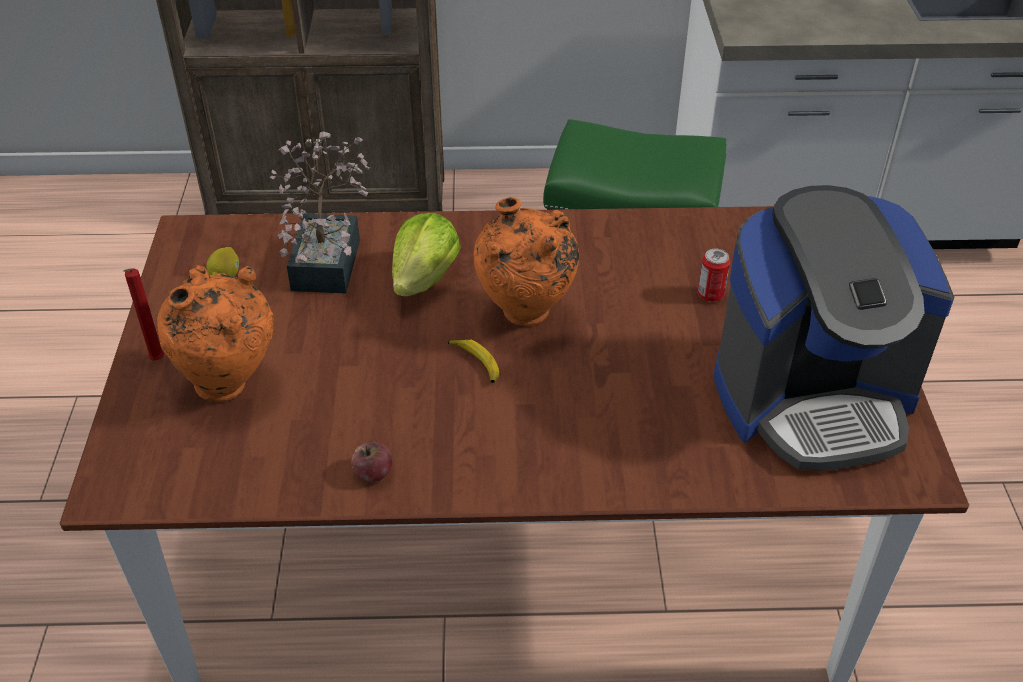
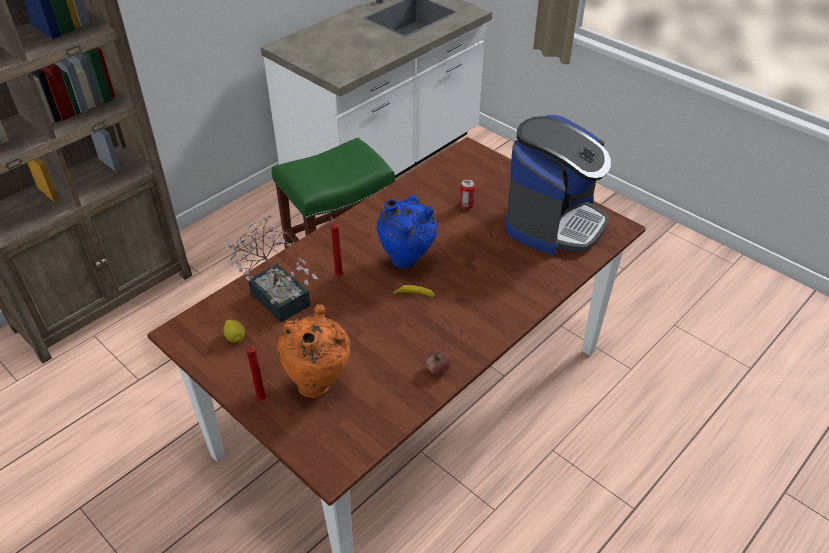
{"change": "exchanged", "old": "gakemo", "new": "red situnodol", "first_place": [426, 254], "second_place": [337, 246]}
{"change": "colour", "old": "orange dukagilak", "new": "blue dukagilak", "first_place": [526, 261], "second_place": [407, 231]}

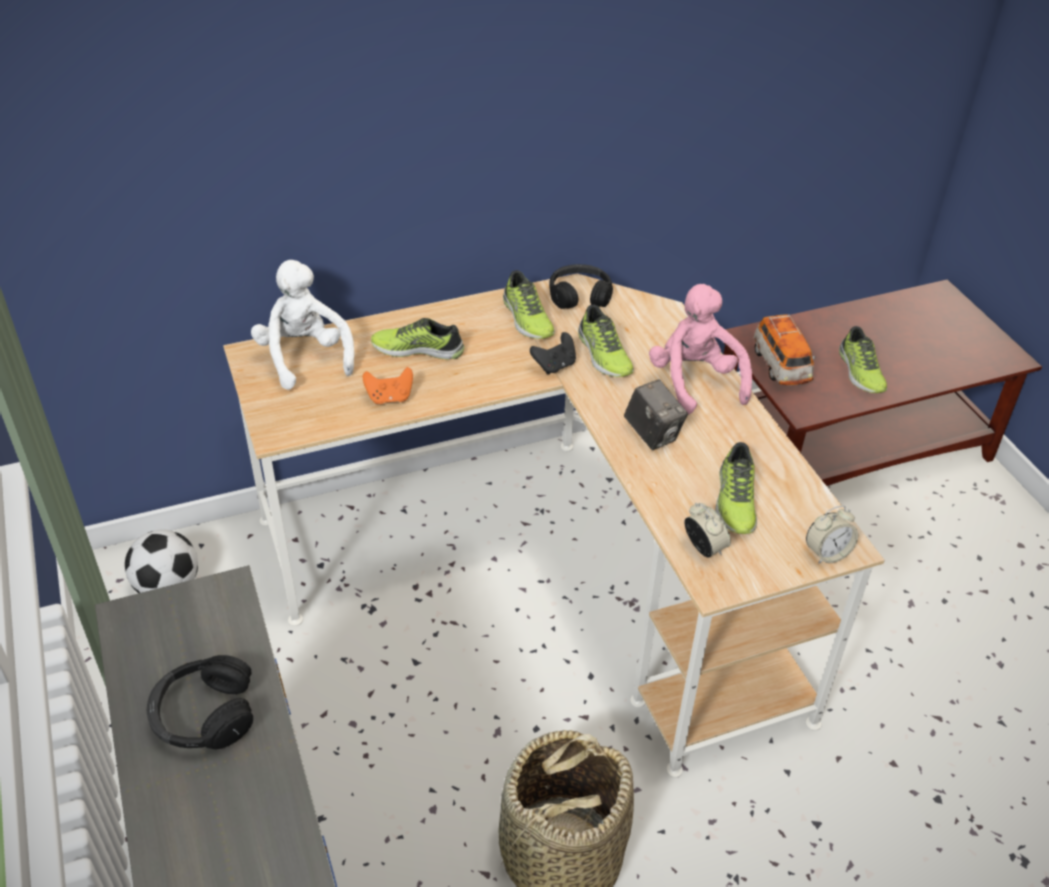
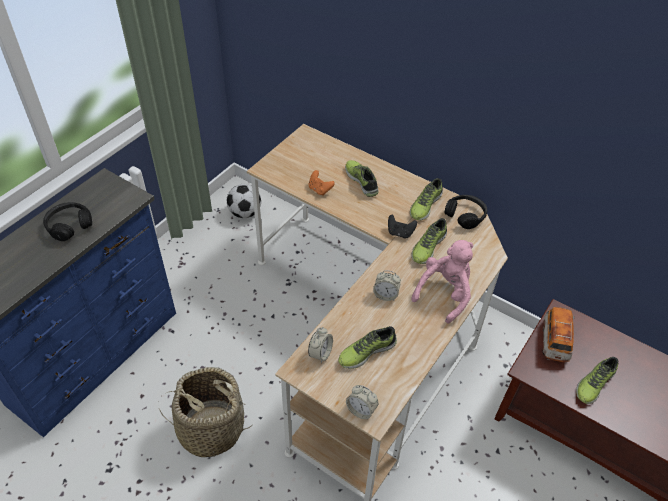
{"change": "missing", "old": "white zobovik", "first_place": [302, 325]}
{"change": "exchanged", "old": "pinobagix", "new": "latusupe", "first_place": [656, 414], "second_place": [387, 285]}
{"change": "spun", "old": "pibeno", "first_place": [784, 349], "second_place": [558, 334], "degrees": 150}

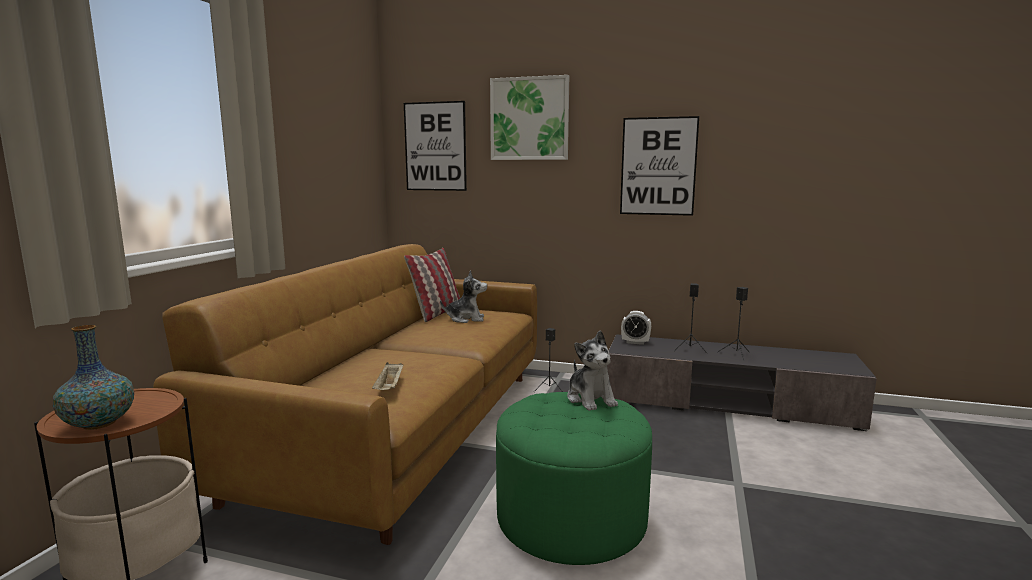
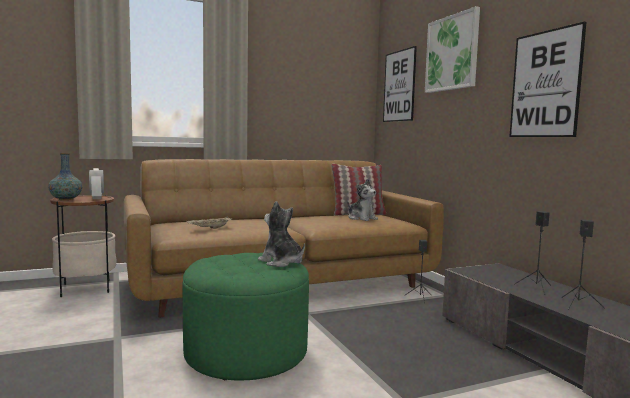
{"change": "spun", "old": "zobovik", "first_place": [592, 370], "second_place": [281, 234], "degrees": 105}
{"change": "relocated", "old": "latusupe", "first_place": [636, 328], "second_place": [96, 183]}

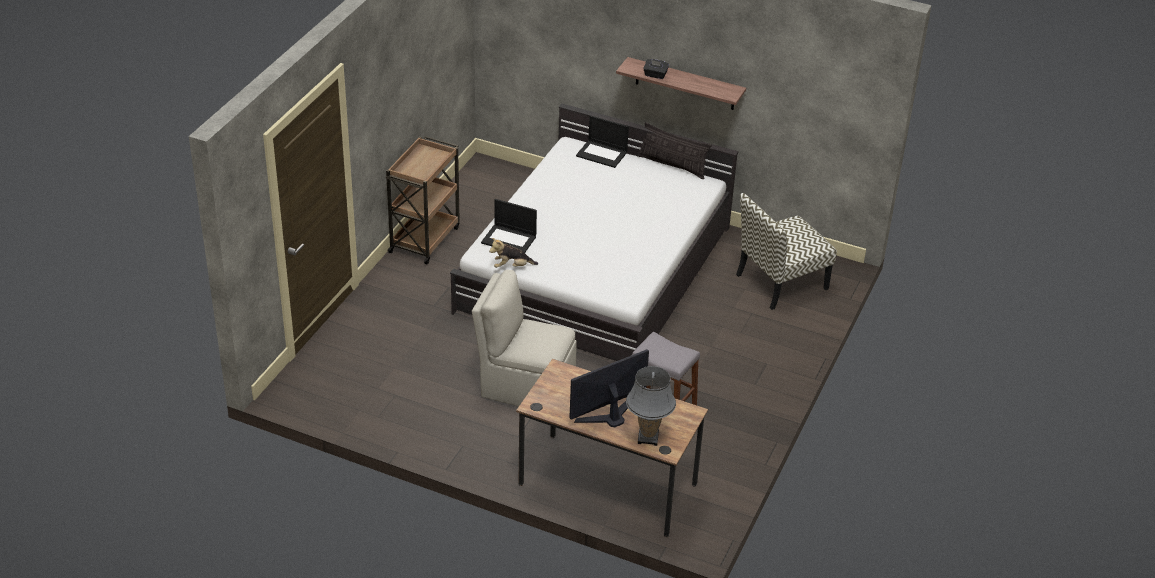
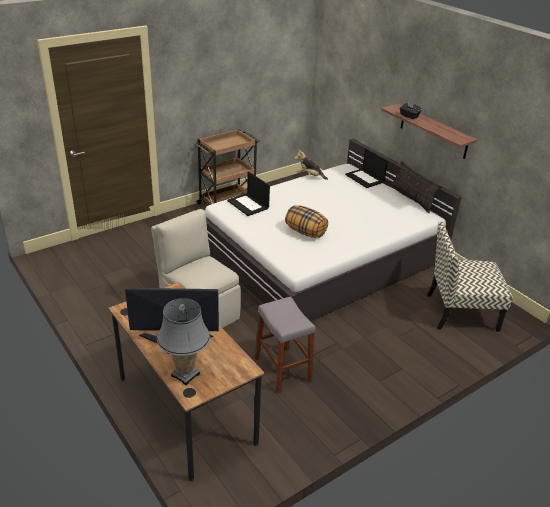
{"change": "relocated", "old": "zobovik", "first_place": [513, 253], "second_place": [311, 164]}
{"change": "appeared", "new": "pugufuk", "second_place": [306, 221]}

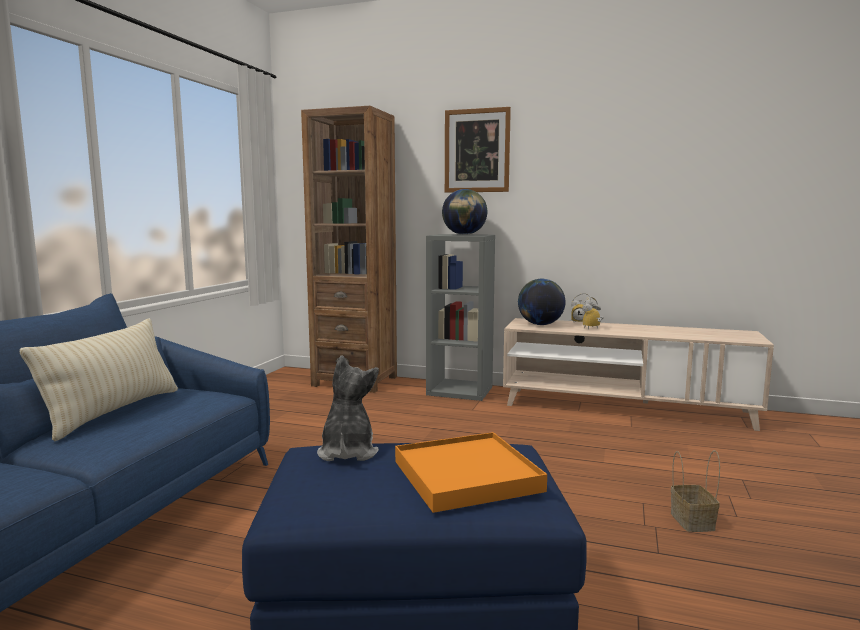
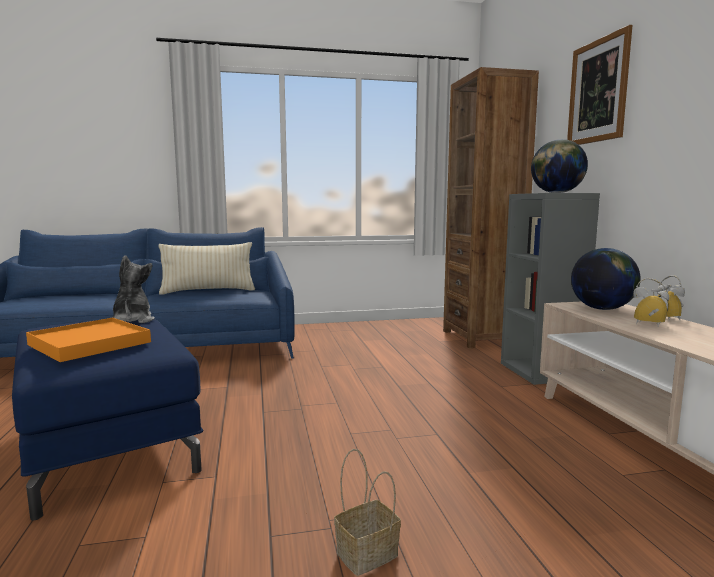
{"change": "spun", "old": "zobovik", "first_place": [348, 408], "second_place": [134, 289], "degrees": -75}

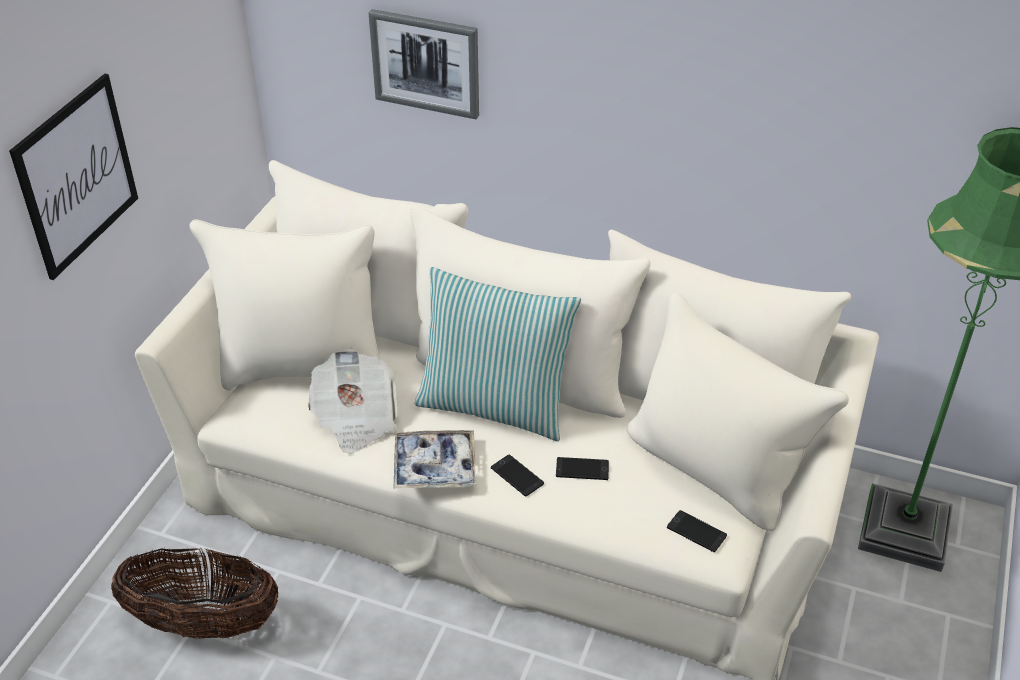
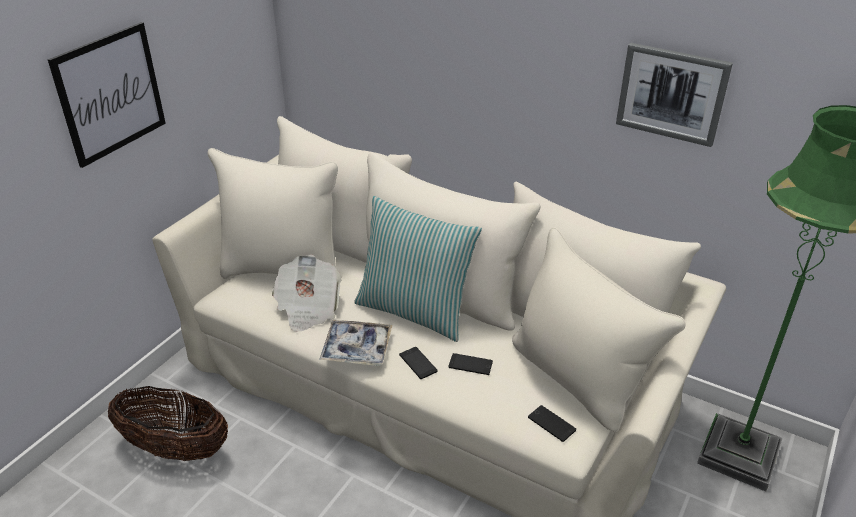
{"change": "relocated", "old": "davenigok", "first_place": [423, 64], "second_place": [674, 95]}

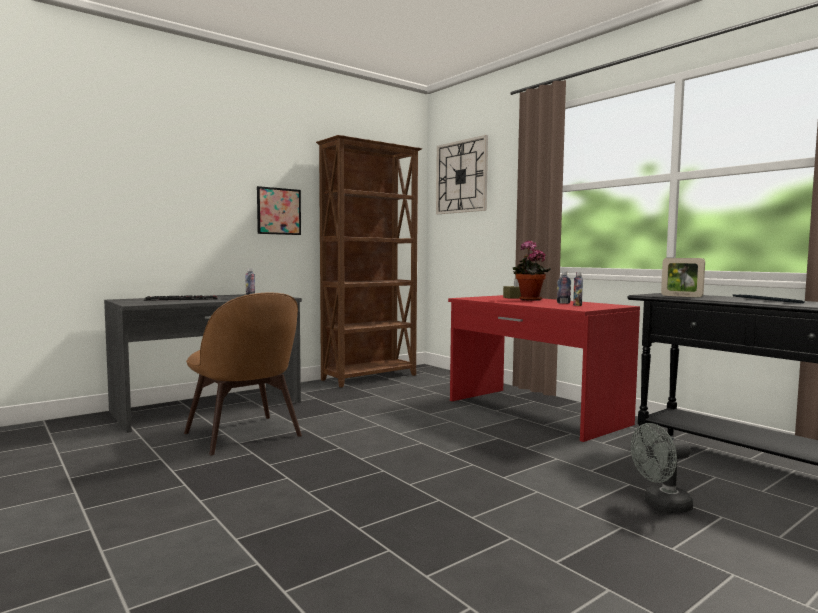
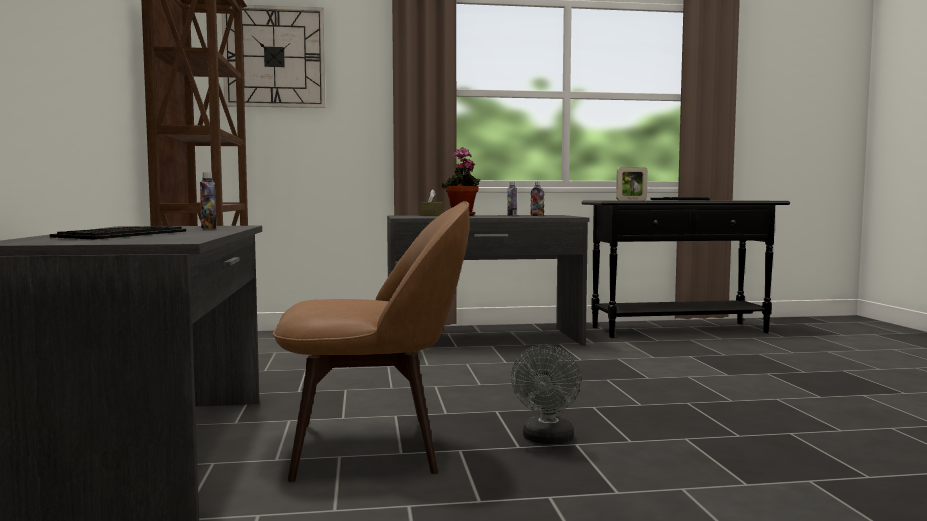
{"change": "missing", "old": "davenigok", "first_place": [279, 210]}
{"change": "colour", "old": "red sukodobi", "new": "grey sukodobi", "first_place": [544, 368], "second_place": [488, 280]}
{"change": "relocated", "old": "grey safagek", "first_place": [662, 468], "second_place": [546, 394]}

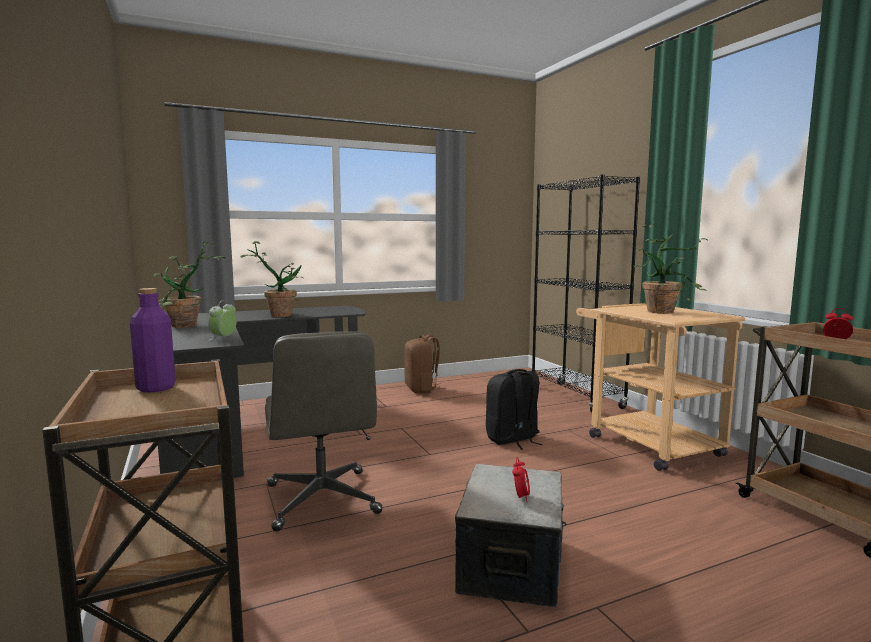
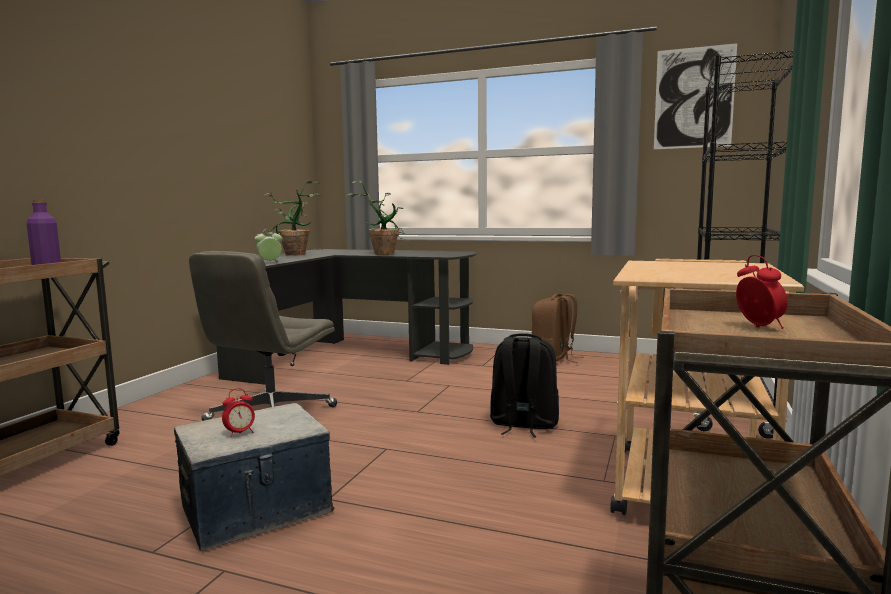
{"change": "missing", "old": "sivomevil", "first_place": [671, 269]}
{"change": "appeared", "new": "davenigok", "second_place": [695, 96]}

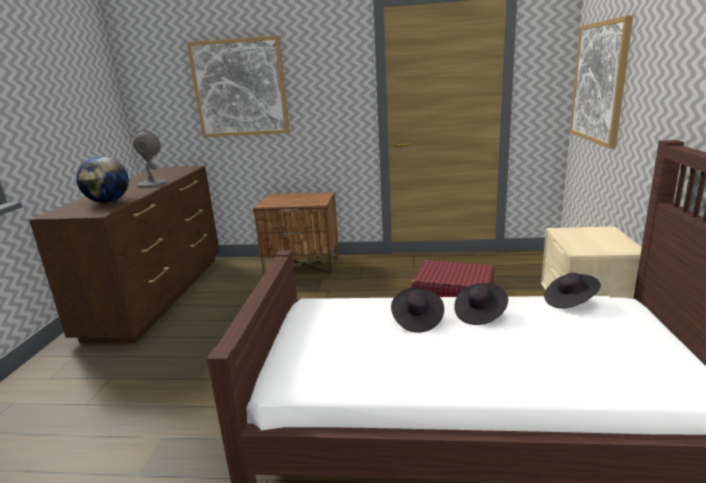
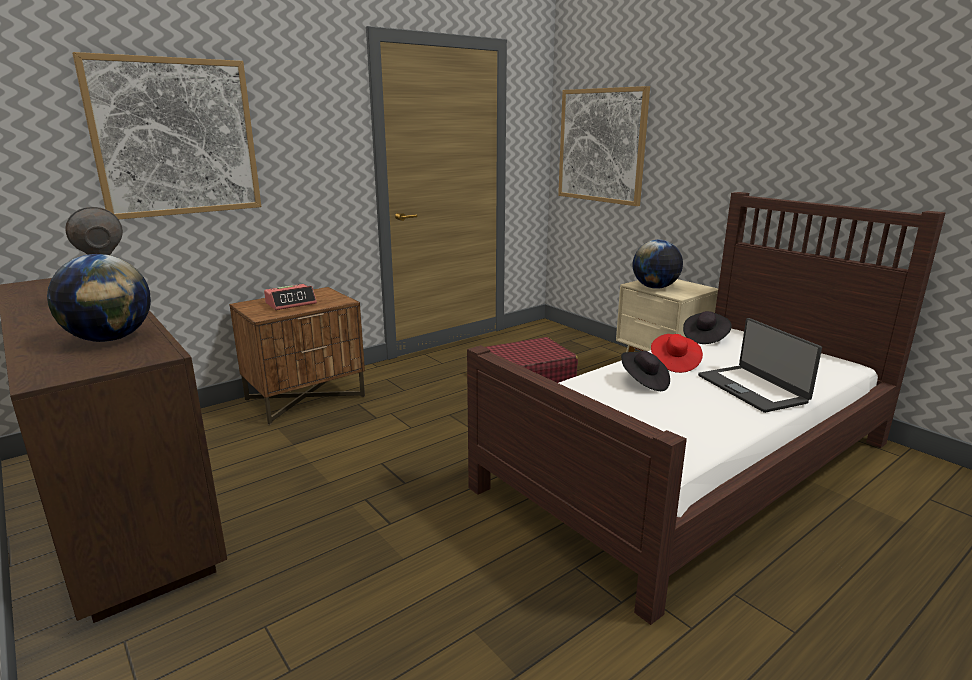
{"change": "colour", "old": "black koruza", "new": "red koruza", "first_place": [481, 304], "second_place": [677, 353]}
{"change": "appeared", "new": "latusupe", "second_place": [290, 297]}
{"change": "appeared", "new": "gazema", "second_place": [658, 264]}
{"change": "appeared", "new": "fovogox", "second_place": [760, 365]}

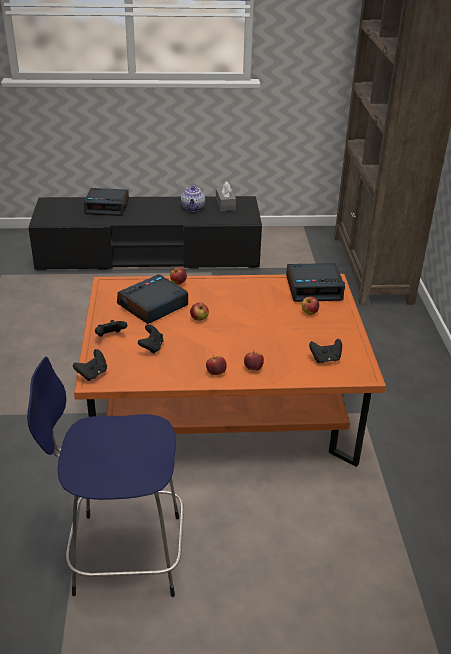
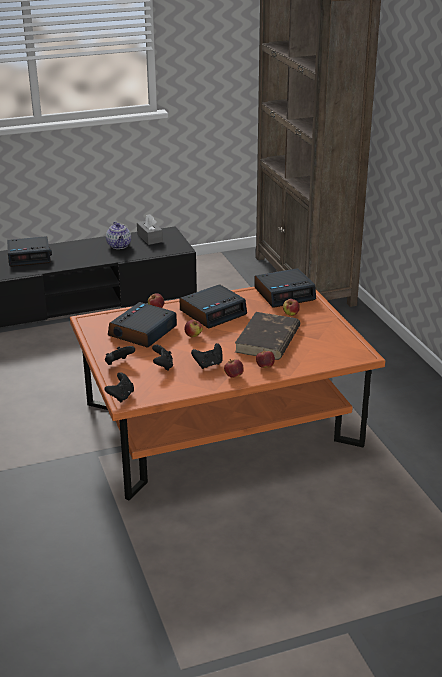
{"change": "missing", "old": "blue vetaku", "first_place": [105, 477]}
{"change": "relocated", "old": "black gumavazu", "first_place": [325, 351], "second_place": [207, 356]}
{"change": "appeared", "new": "latusupe", "second_place": [213, 306]}
{"change": "appeared", "new": "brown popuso", "second_place": [267, 336]}

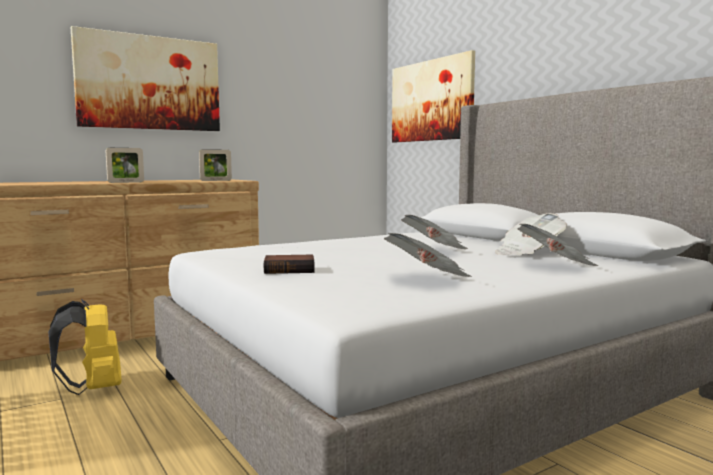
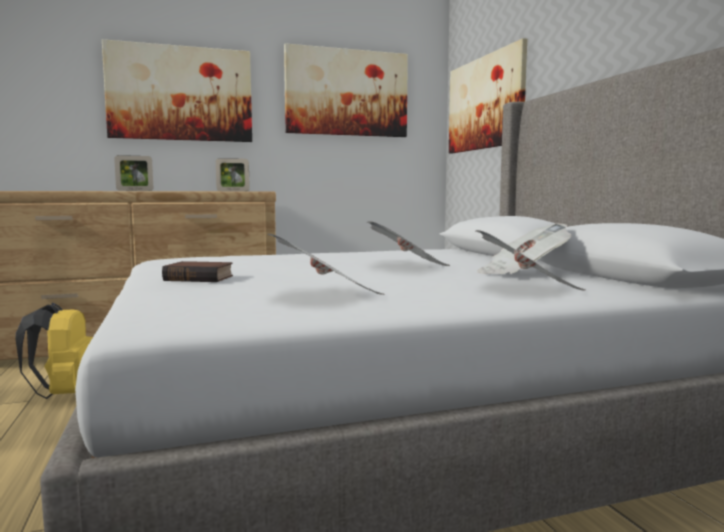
{"change": "appeared", "new": "davenigok", "second_place": [346, 90]}

